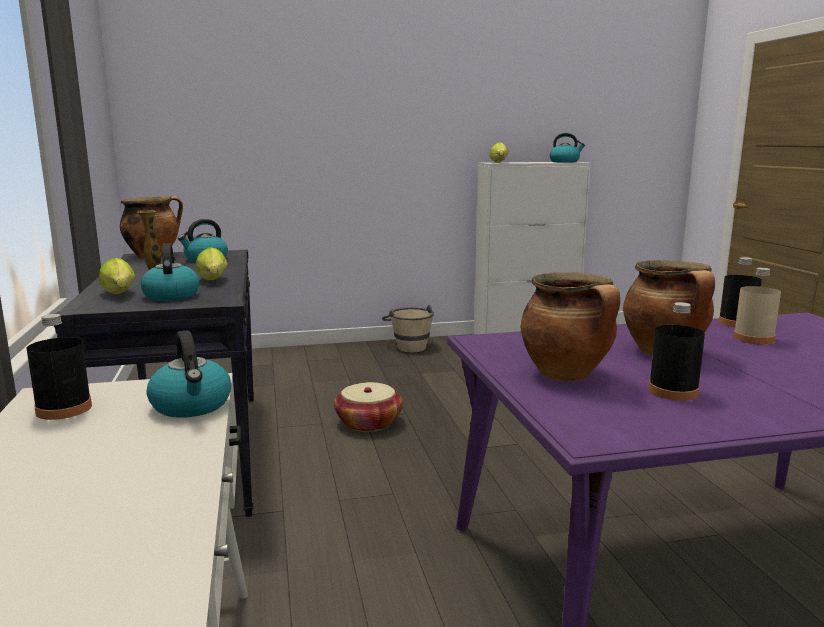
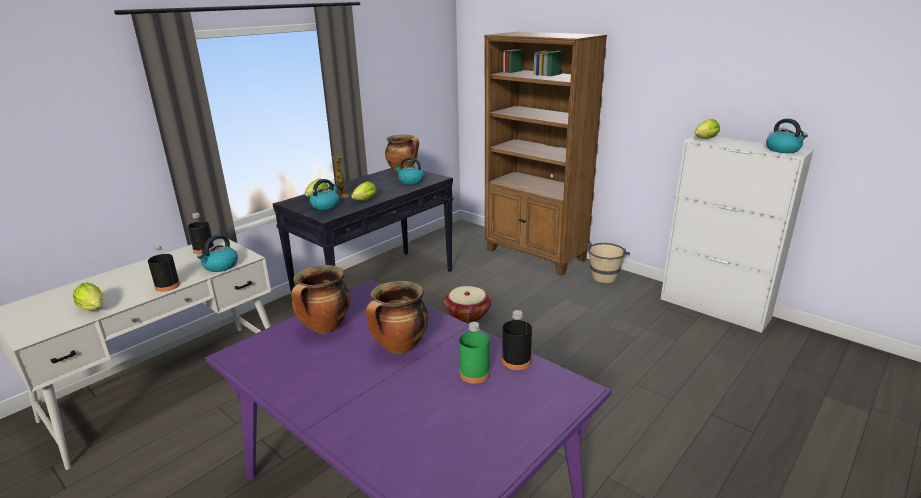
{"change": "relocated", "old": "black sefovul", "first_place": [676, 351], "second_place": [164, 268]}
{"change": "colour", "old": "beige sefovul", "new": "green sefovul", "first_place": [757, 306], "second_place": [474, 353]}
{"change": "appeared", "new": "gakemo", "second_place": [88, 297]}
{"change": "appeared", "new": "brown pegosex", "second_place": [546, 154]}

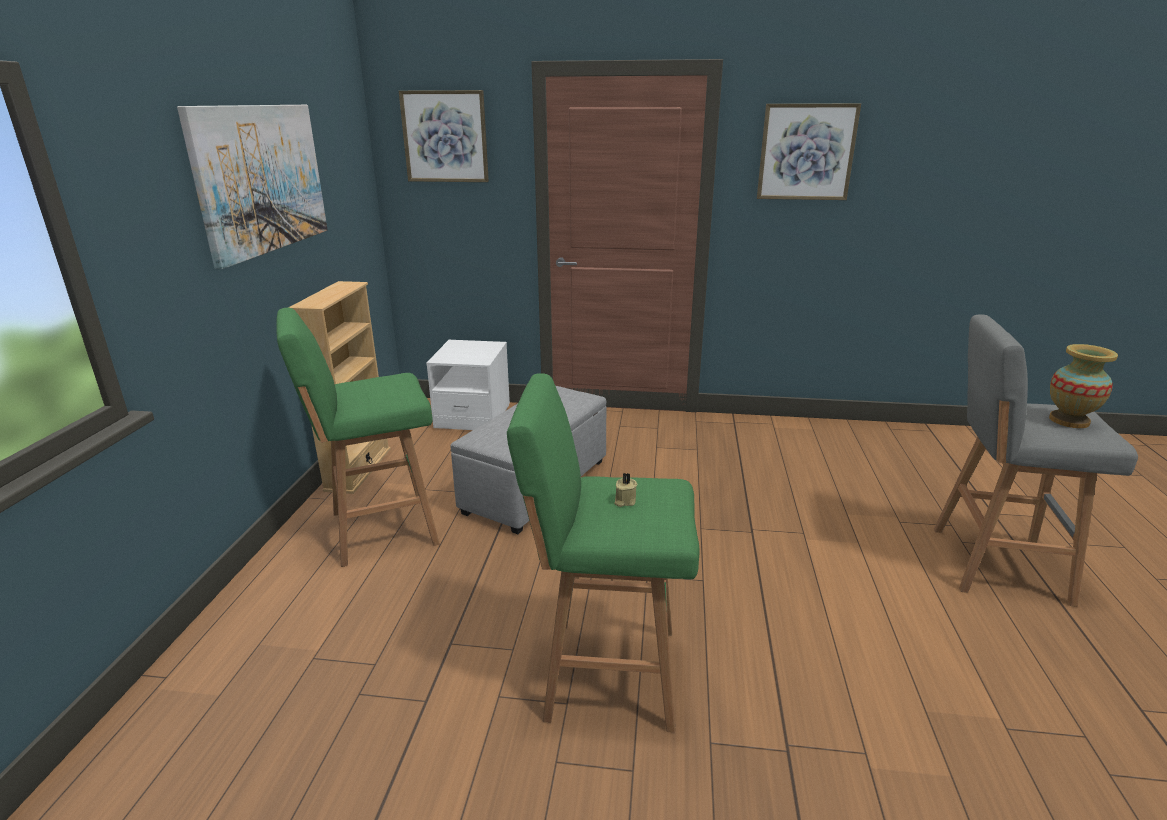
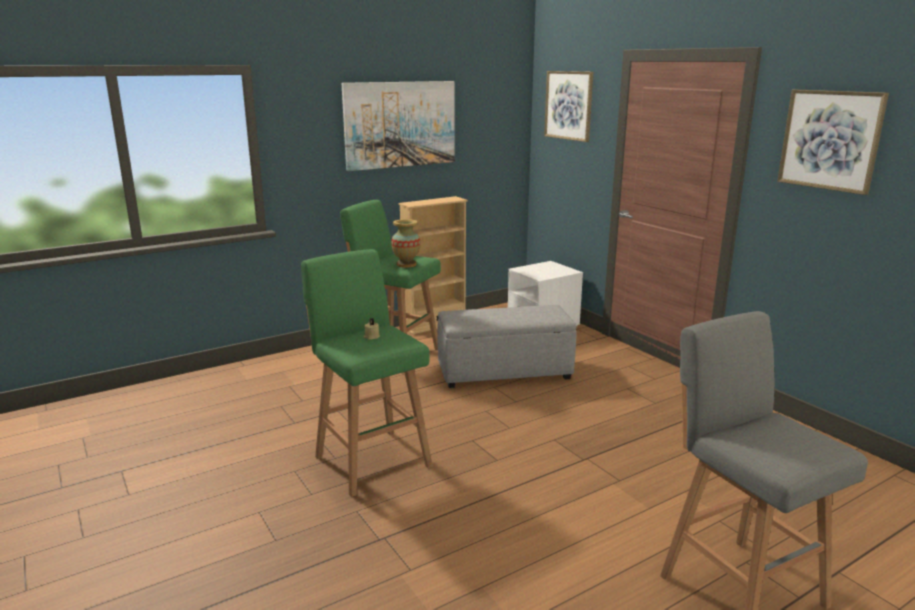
{"change": "relocated", "old": "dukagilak", "first_place": [1083, 386], "second_place": [406, 243]}

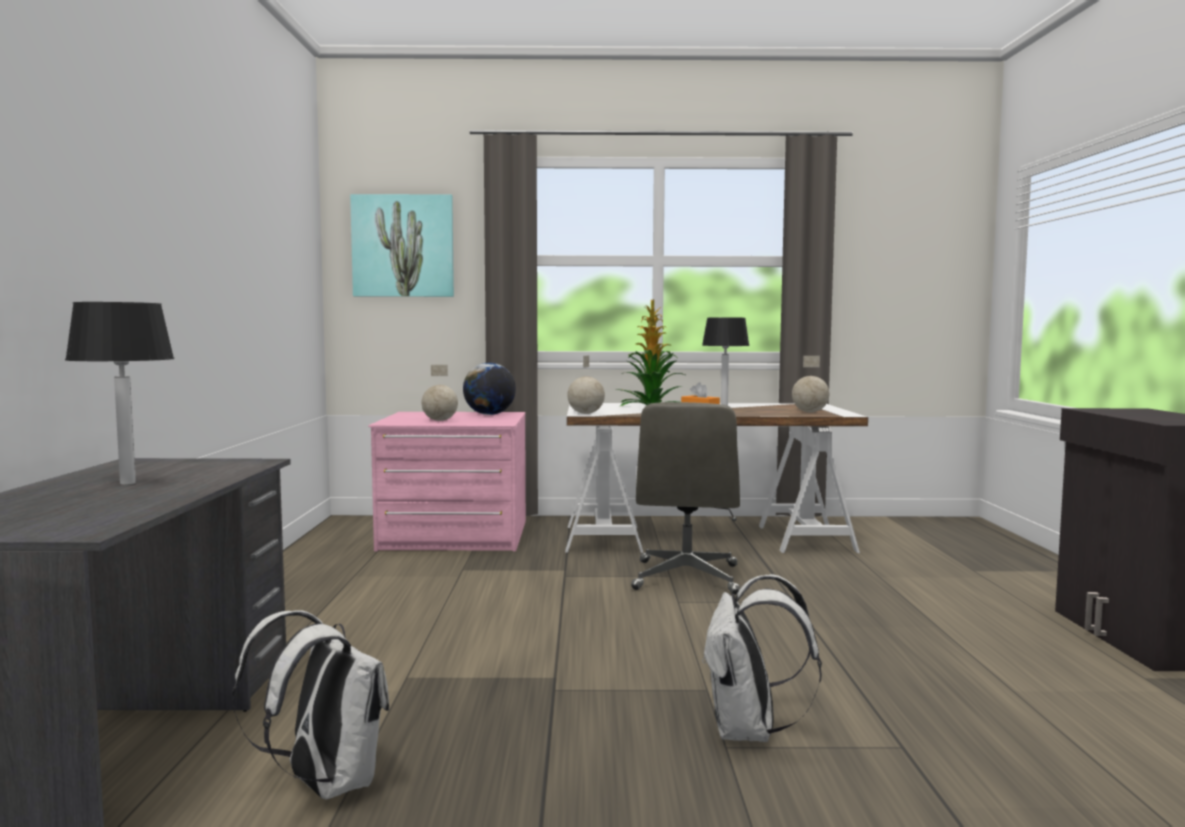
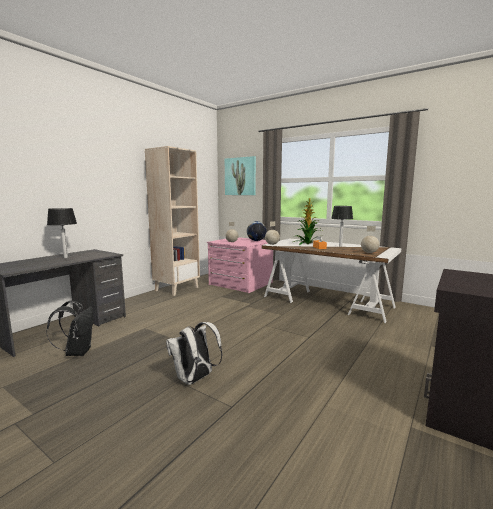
{"change": "colour", "old": "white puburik", "new": "black puburik", "first_place": [310, 704], "second_place": [70, 328]}
{"change": "missing", "old": "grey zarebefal", "first_place": [685, 498]}
{"change": "appeared", "new": "beige pegosex", "second_place": [172, 221]}

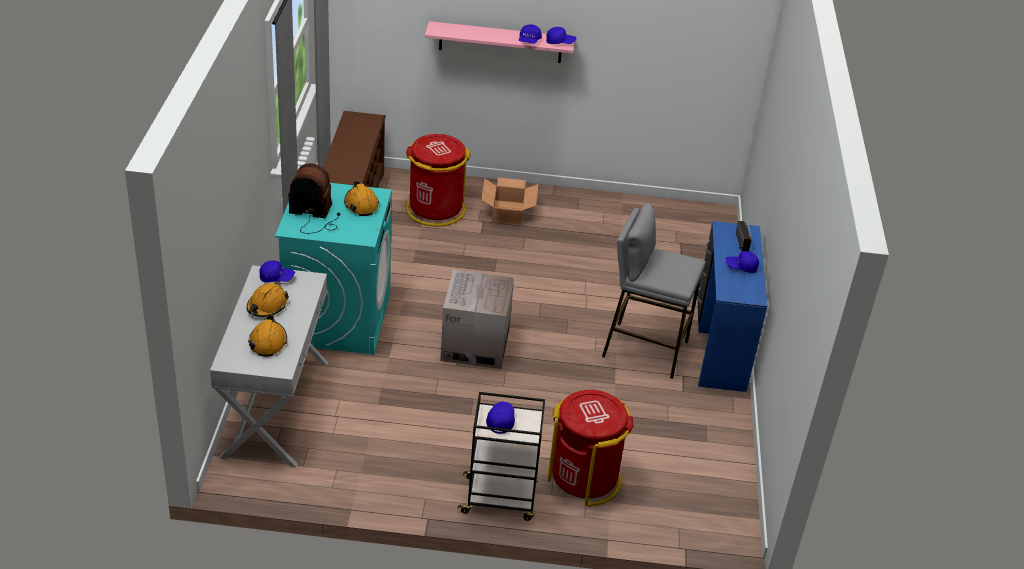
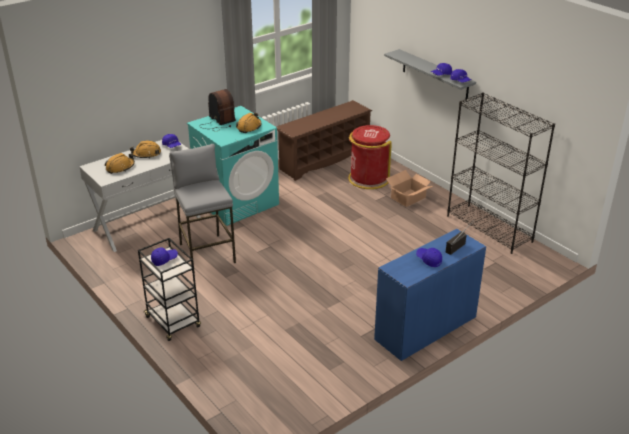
{"change": "colour", "old": "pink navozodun", "new": "grey navozodun", "first_place": [499, 42], "second_place": [430, 74]}
{"change": "missing", "old": "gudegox", "first_place": [477, 319]}
{"change": "missing", "old": "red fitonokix", "first_place": [590, 448]}
{"change": "relocated", "old": "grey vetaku", "first_place": [654, 291], "second_place": [202, 208]}
{"change": "appeared", "new": "black pegosex", "second_place": [501, 173]}

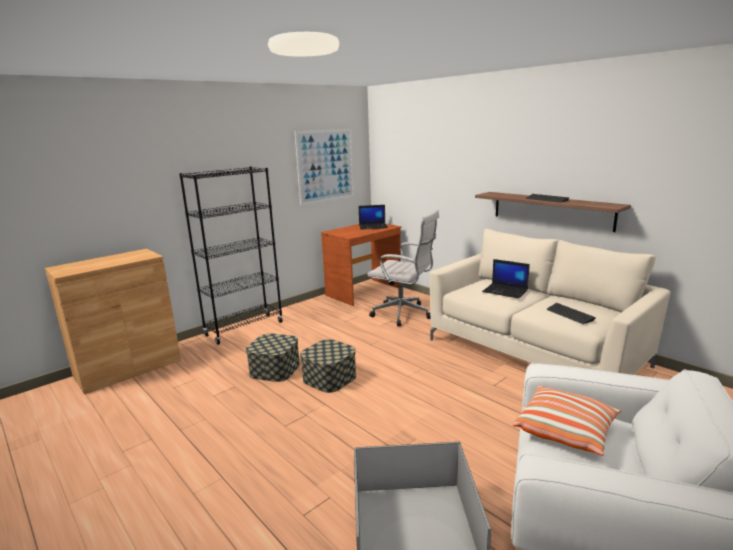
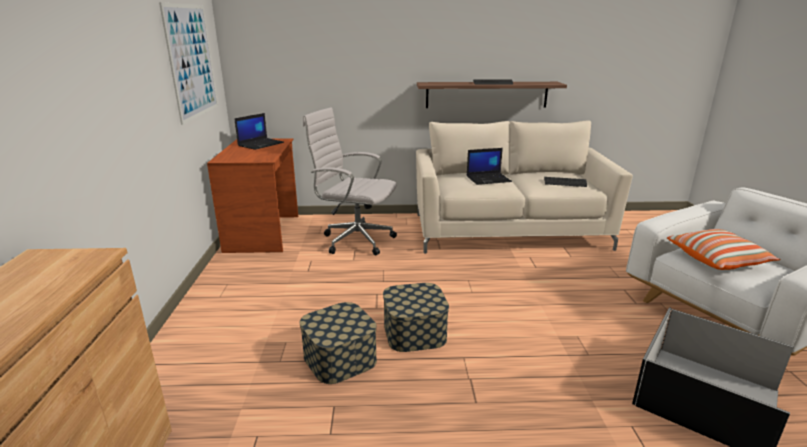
{"change": "missing", "old": "black pegosex", "first_place": [231, 256]}
{"change": "spun", "old": "white zarebefal", "first_place": [403, 267], "second_place": [350, 181], "degrees": -135}

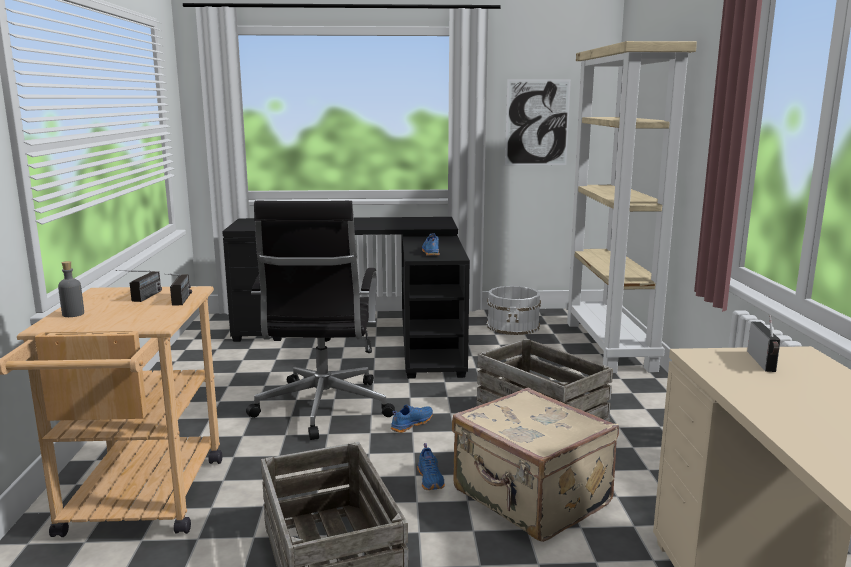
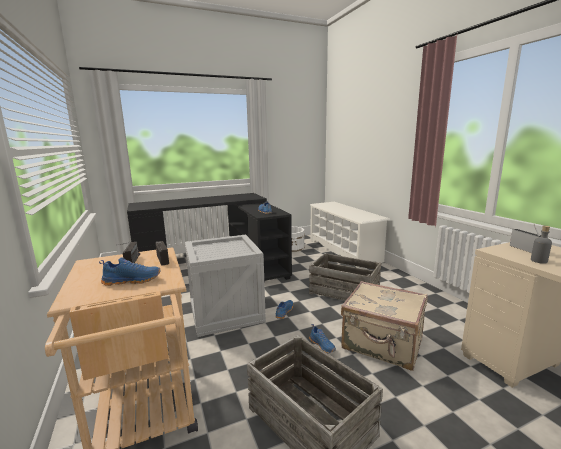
{"change": "relocated", "old": "grey sefovul", "first_place": [71, 289], "second_place": [541, 245]}
{"change": "exchanged", "old": "black zarebefal", "new": "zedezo", "first_place": [320, 320], "second_place": [225, 286]}
{"change": "missing", "old": "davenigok", "first_place": [538, 122]}
{"change": "exchanged", "old": "beige pegosex", "new": "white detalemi", "first_place": [631, 207], "second_place": [350, 235]}
{"change": "appeared", "new": "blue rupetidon", "second_place": [129, 271]}

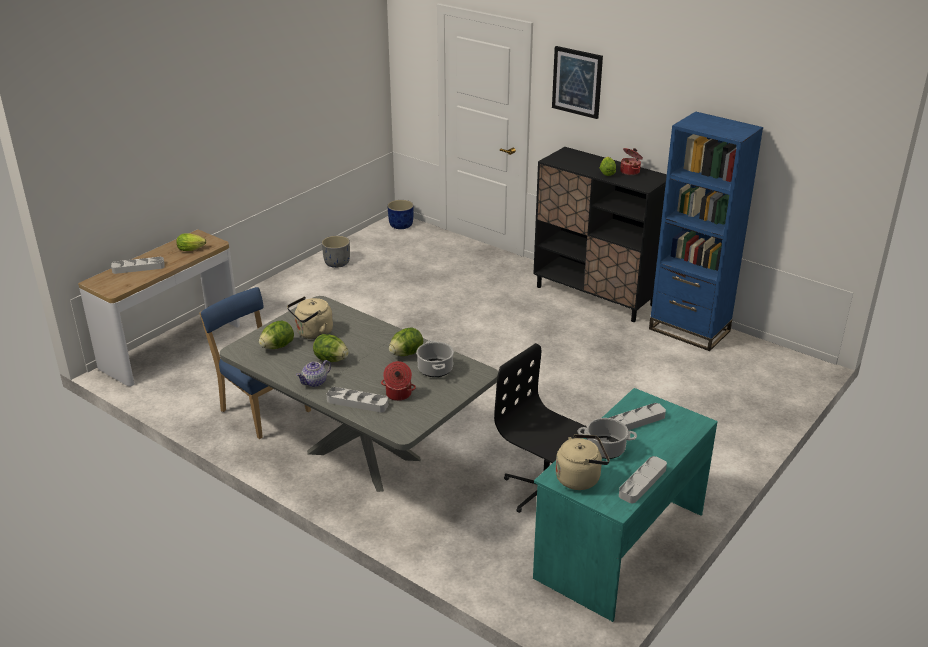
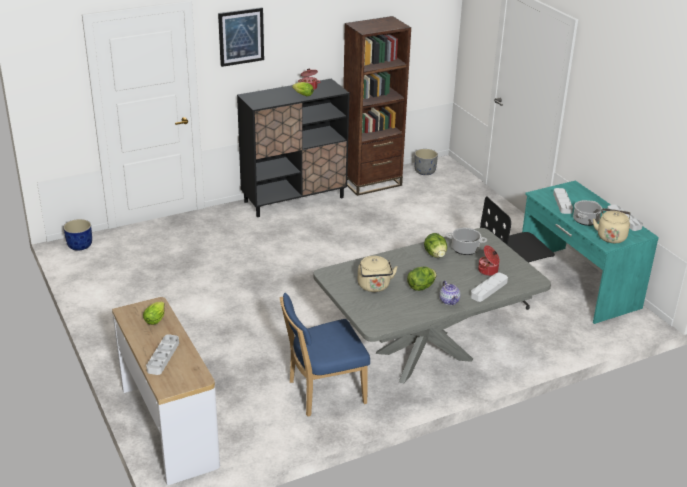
{"change": "missing", "old": "gakemo", "first_place": [276, 335]}
{"change": "relocated", "old": "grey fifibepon", "first_place": [336, 252], "second_place": [426, 162]}
{"change": "colour", "old": "blue pegosex", "new": "brown pegosex", "first_place": [706, 231], "second_place": [377, 106]}

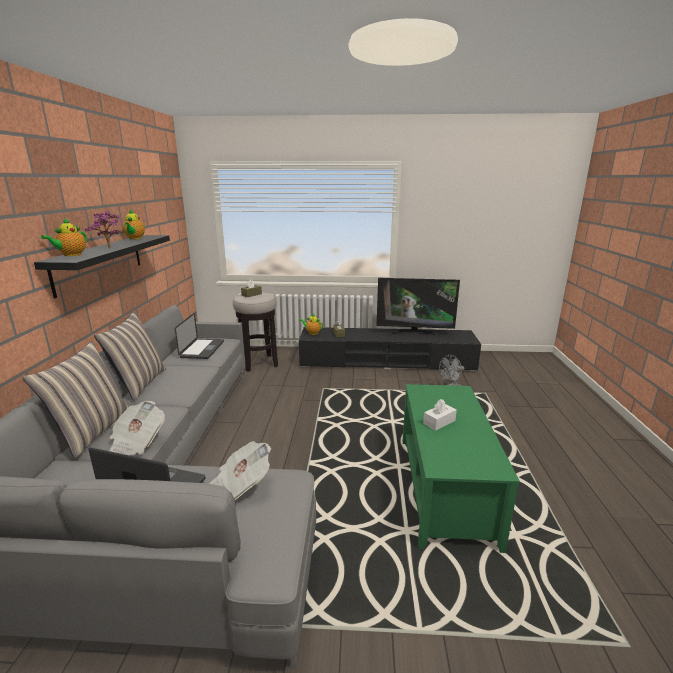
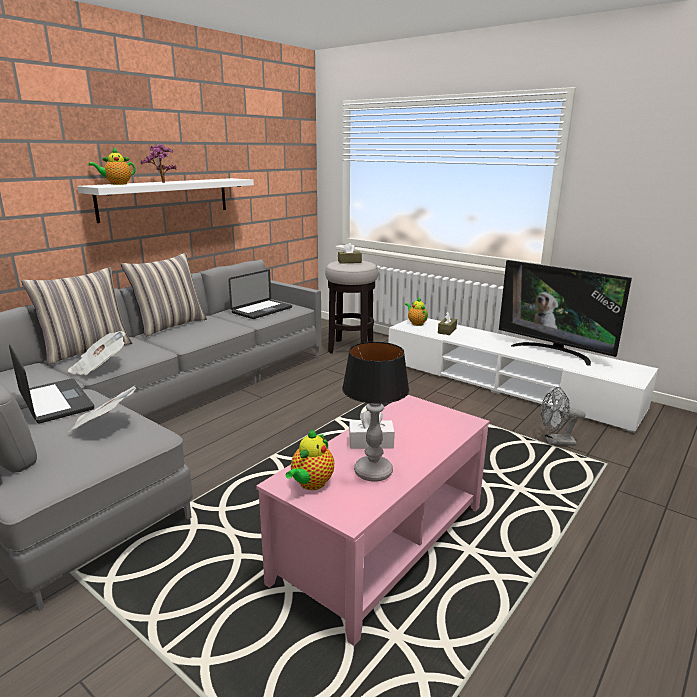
{"change": "colour", "old": "black navozodun", "new": "white navozodun", "first_place": [102, 266], "second_place": [165, 200]}
{"change": "relocated", "old": "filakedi", "first_place": [134, 224], "second_place": [310, 459]}
{"change": "colour", "old": "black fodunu", "new": "white fodunu", "first_place": [390, 349], "second_place": [523, 375]}
{"change": "colour", "old": "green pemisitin", "new": "pink pemisitin", "first_place": [461, 468], "second_place": [373, 520]}
{"change": "appeared", "new": "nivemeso", "second_place": [375, 412]}

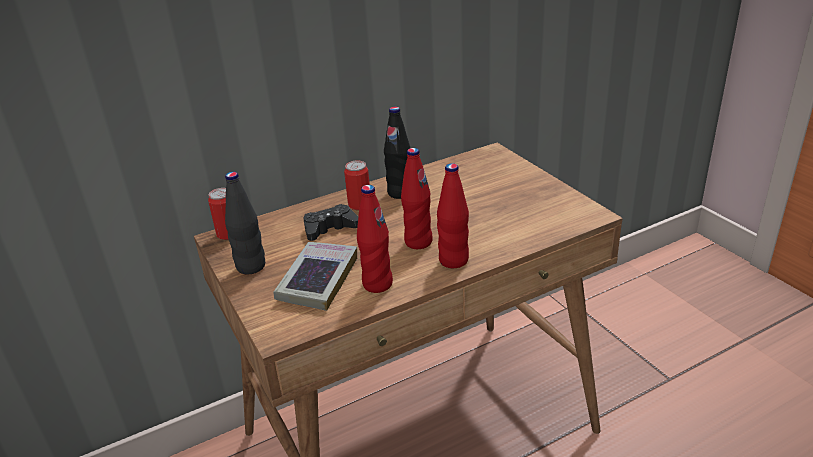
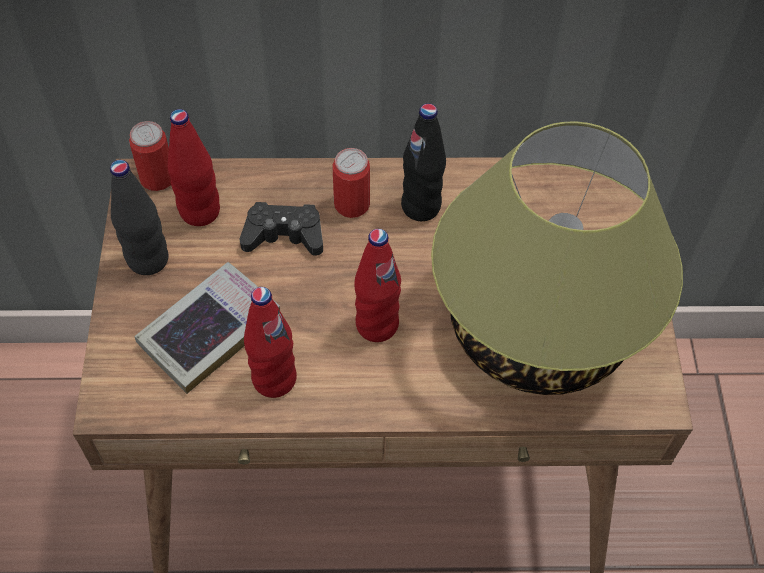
{"change": "relocated", "old": "red sefovul", "first_place": [453, 215], "second_place": [193, 167]}
{"change": "appeared", "new": "nivemeso", "second_place": [557, 258]}

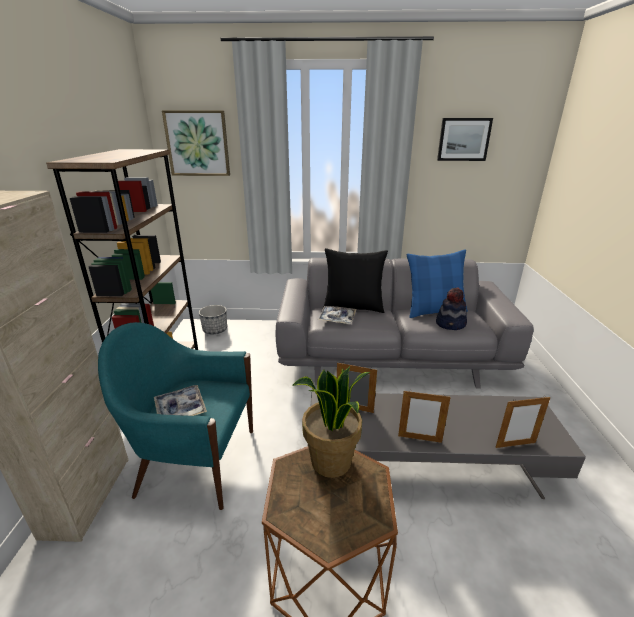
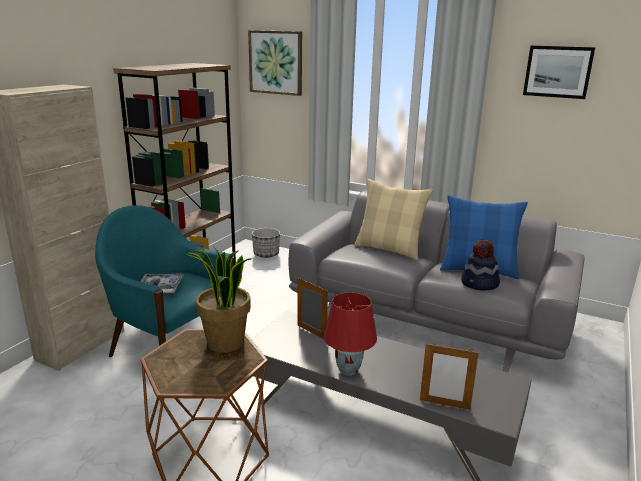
{"change": "missing", "old": "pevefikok", "first_place": [337, 315]}
{"change": "colour", "old": "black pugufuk", "new": "beige pugufuk", "first_place": [355, 280], "second_place": [393, 219]}
{"change": "exchanged", "old": "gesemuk", "new": "red nivemeso", "first_place": [424, 416], "second_place": [350, 334]}

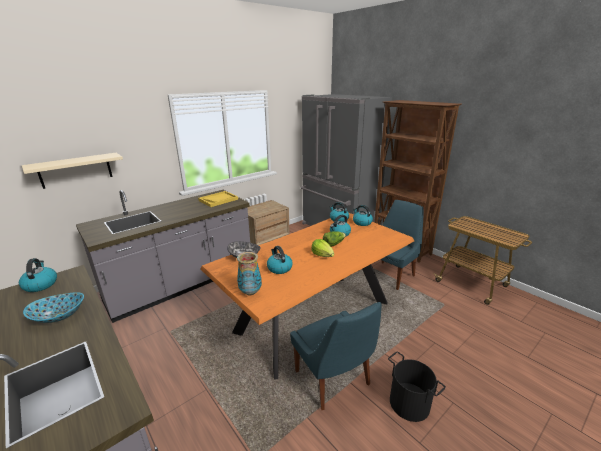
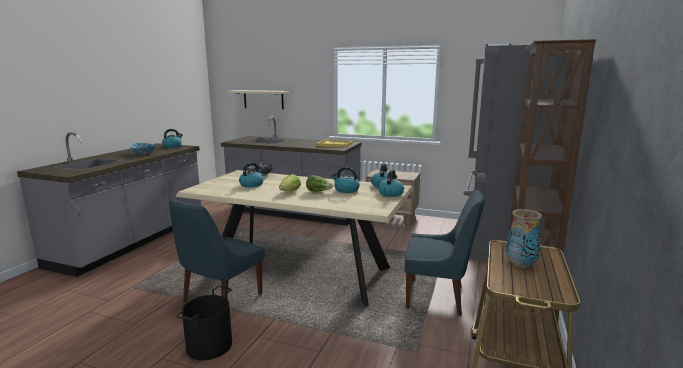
{"change": "colour", "old": "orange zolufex", "new": "beige zolufex", "first_place": [307, 296], "second_place": [294, 238]}
{"change": "relocated", "old": "dukagilak", "first_place": [249, 274], "second_place": [524, 238]}

